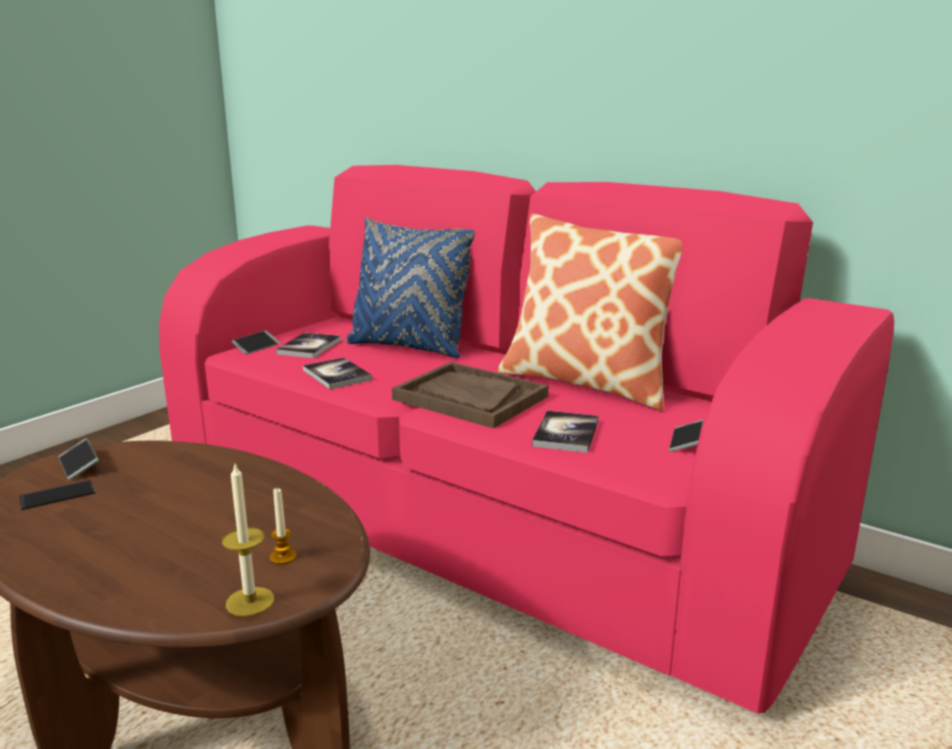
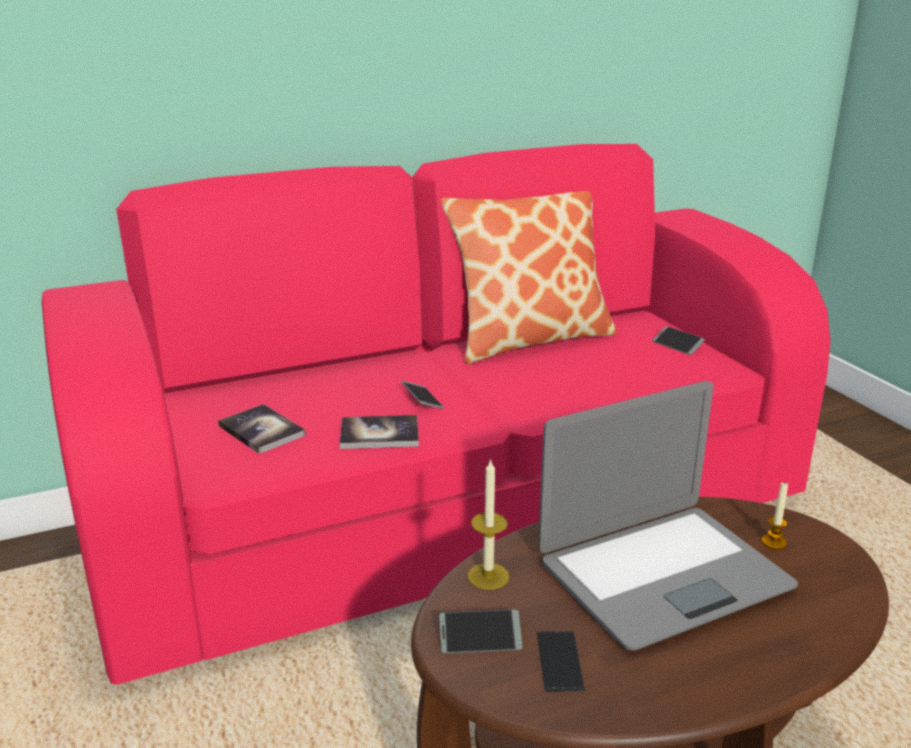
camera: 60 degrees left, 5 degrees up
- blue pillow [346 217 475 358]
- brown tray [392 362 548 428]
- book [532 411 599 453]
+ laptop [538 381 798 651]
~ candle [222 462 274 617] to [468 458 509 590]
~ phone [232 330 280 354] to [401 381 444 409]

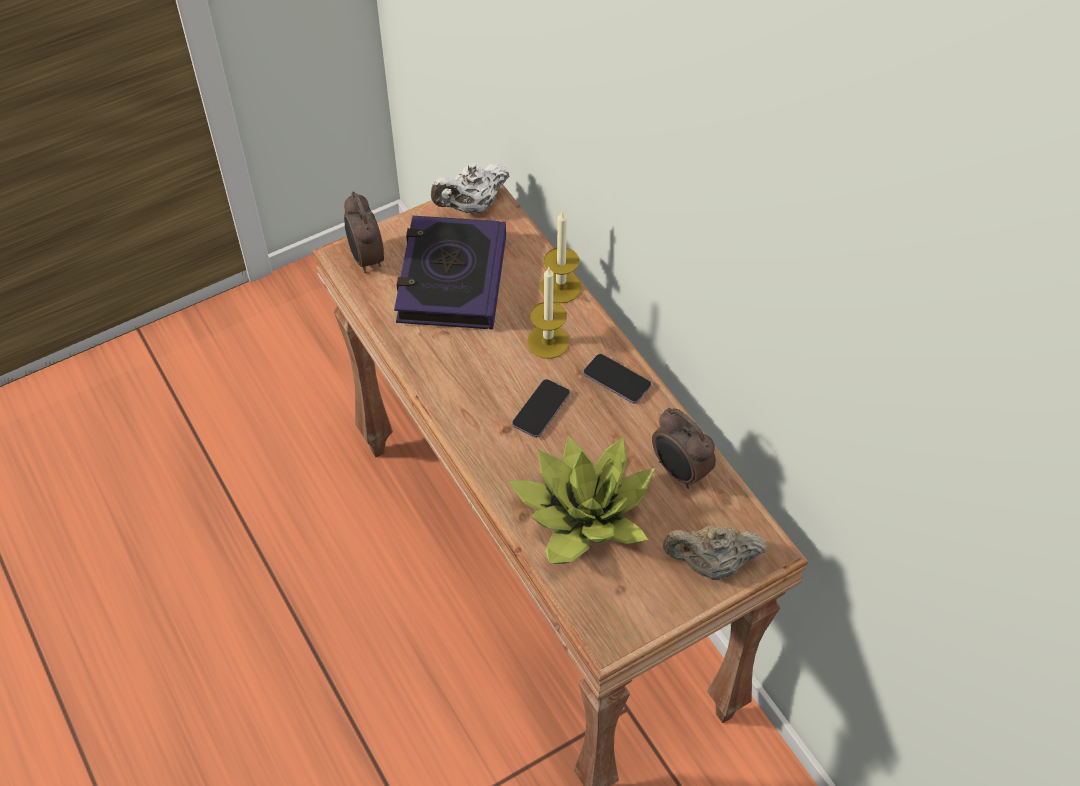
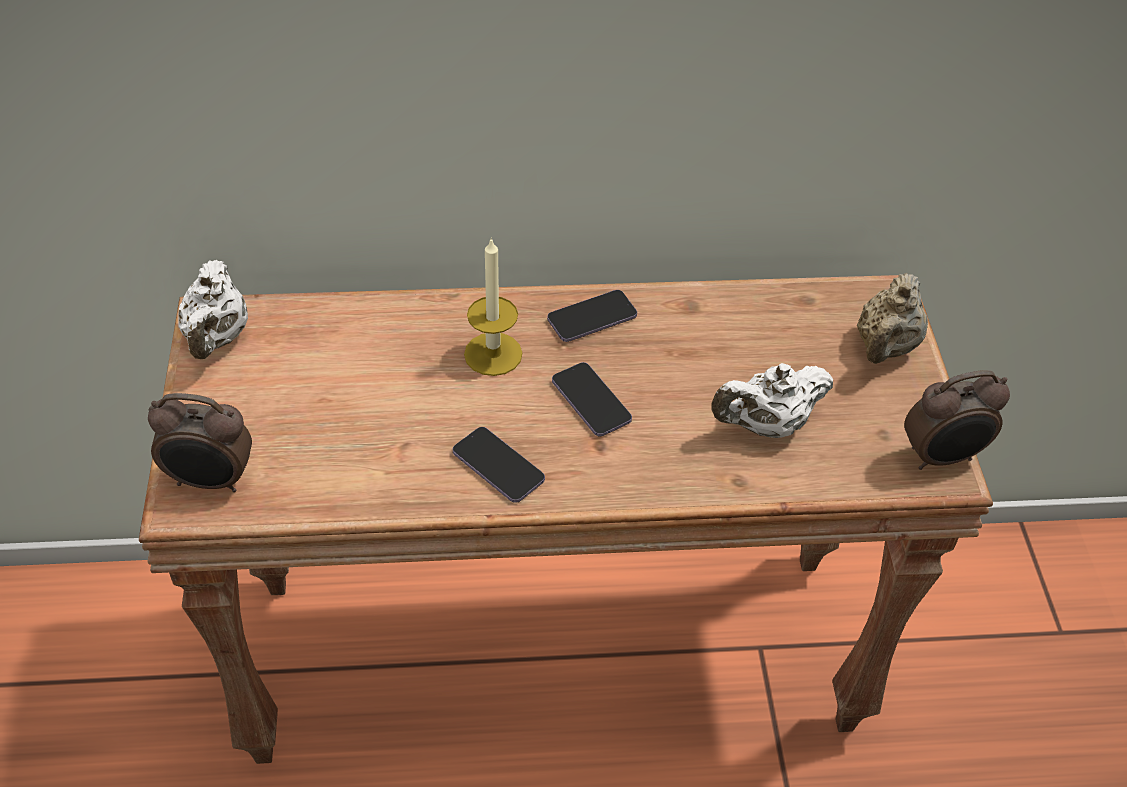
camera: 65 degrees left, 5 degrees down
- book [394 216 506 329]
- candle [540 210 582 303]
+ phone [453 427 545 503]
~ alarm clock [652 408 716 489] to [904 370 1010 470]
~ potted plant [507 435 655 564] to white teapot [711 363 833 438]

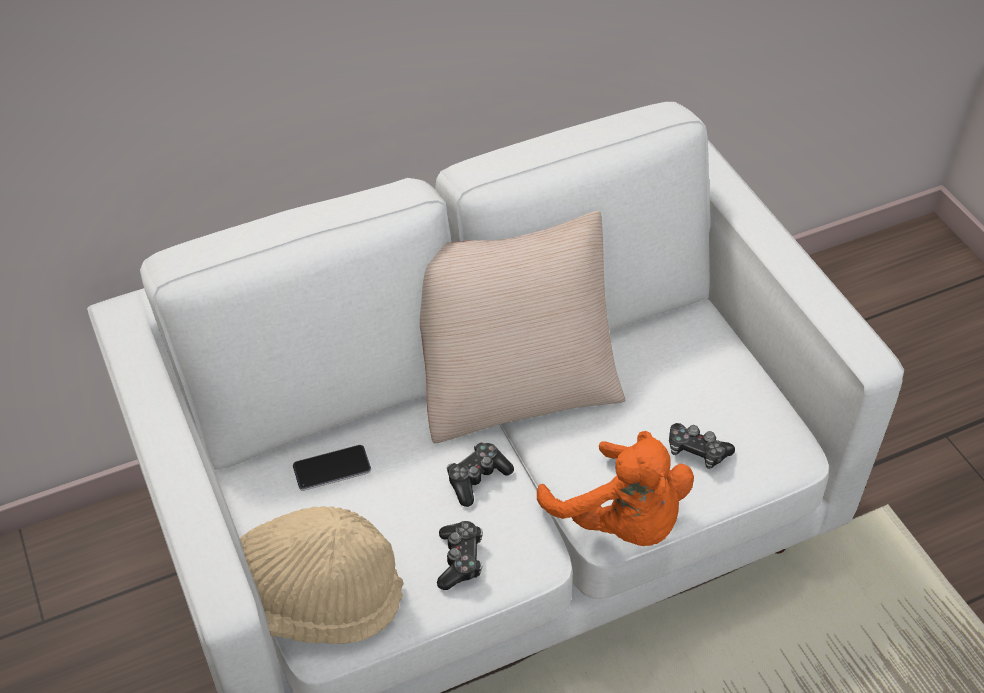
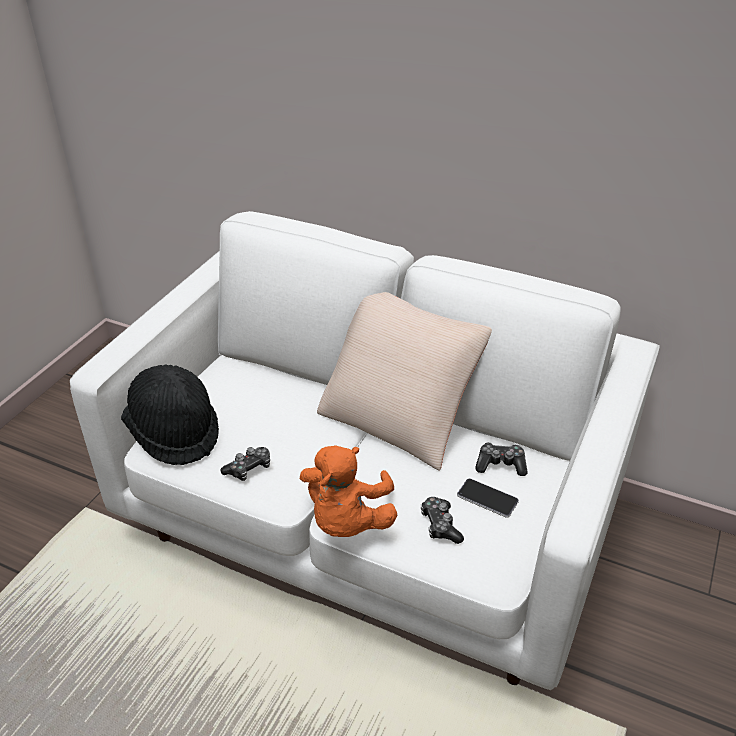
camera: 50 degrees right, 10 degrees down
~ phone [293 445 371 491] to [457 478 519 518]
~ game controller [447 442 514 507] to [475 442 528 476]
~ beige hat [240 506 403 644] to black hat [121 365 219 465]

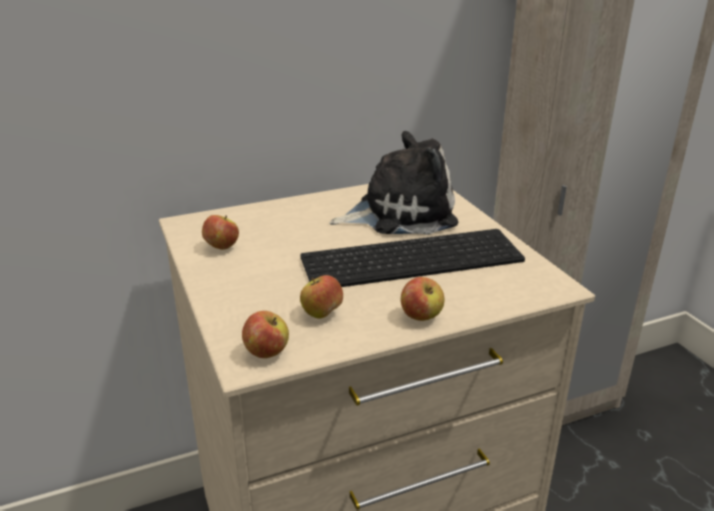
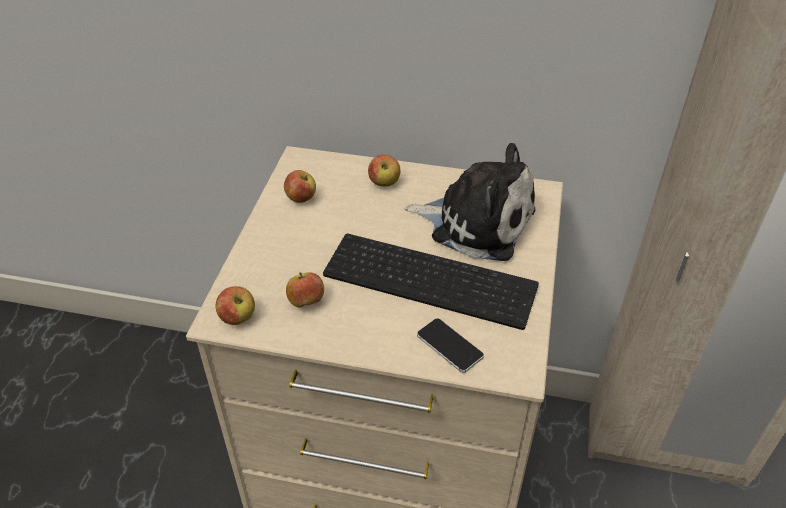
camera: 35 degrees right, 15 degrees up
+ phone [417 319 484 373]
~ apple [401 277 444 321] to [368 154 400 187]

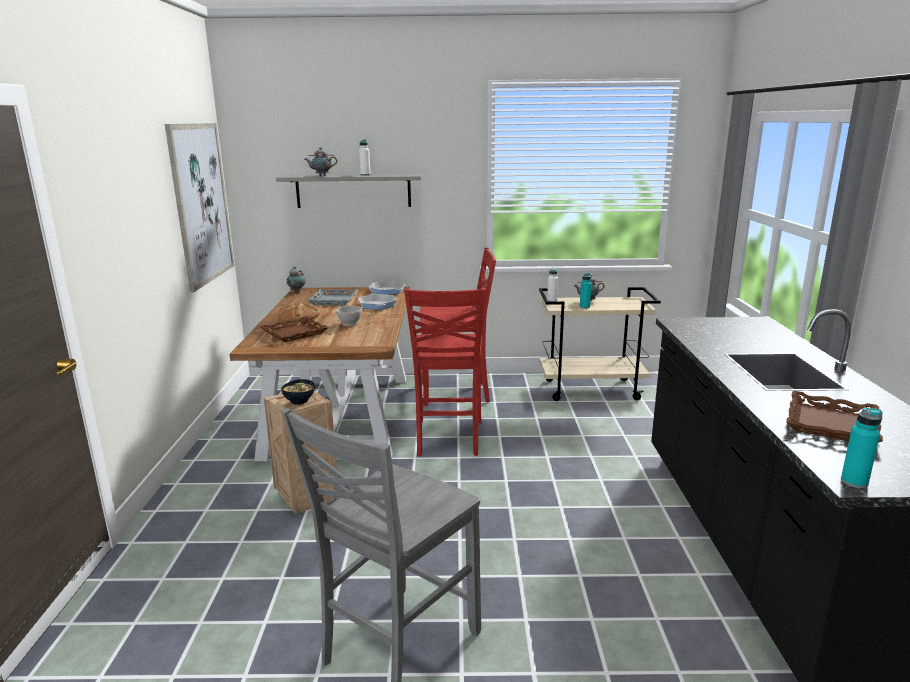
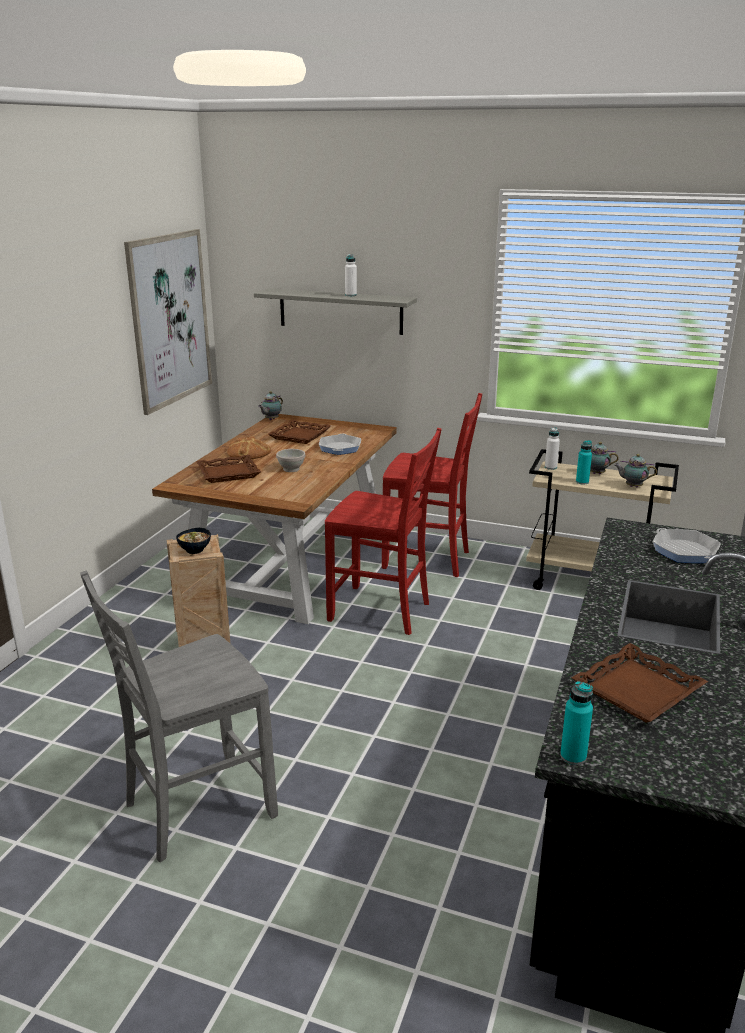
camera: 20 degrees right, 5 degrees up
~ teapot [305 147 337 176] to [615 454 657 487]
~ frying pan [369 281 405 295] to [653 528 721 563]
~ grey tray [308 289 358 305] to brown tray [268 420 331 444]
~ red chair [404 288 486 456] = [325 428 442 635] 90 degrees counterclockwise

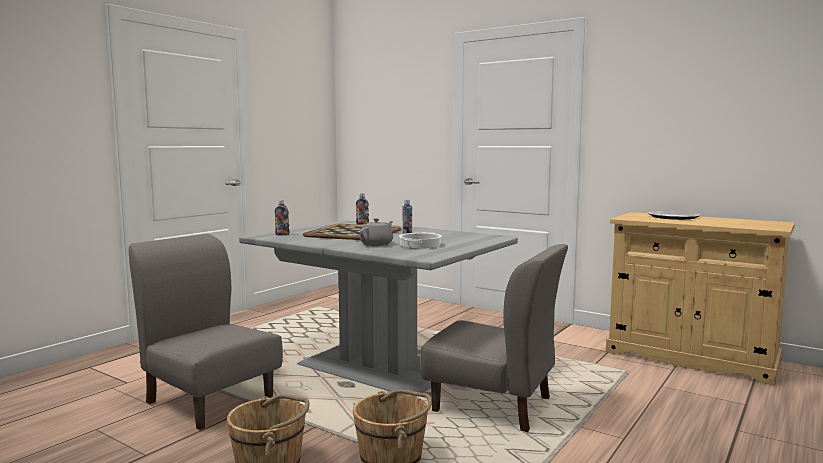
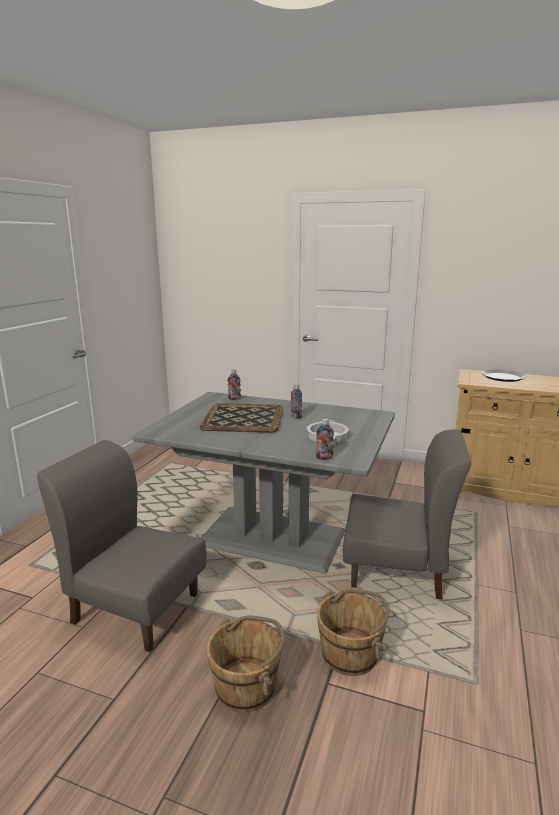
camera: 15 degrees left, 10 degrees up
- grey teapot [359 218 393 246]
~ bottle [275 200 289 236] to [316 418 334 460]

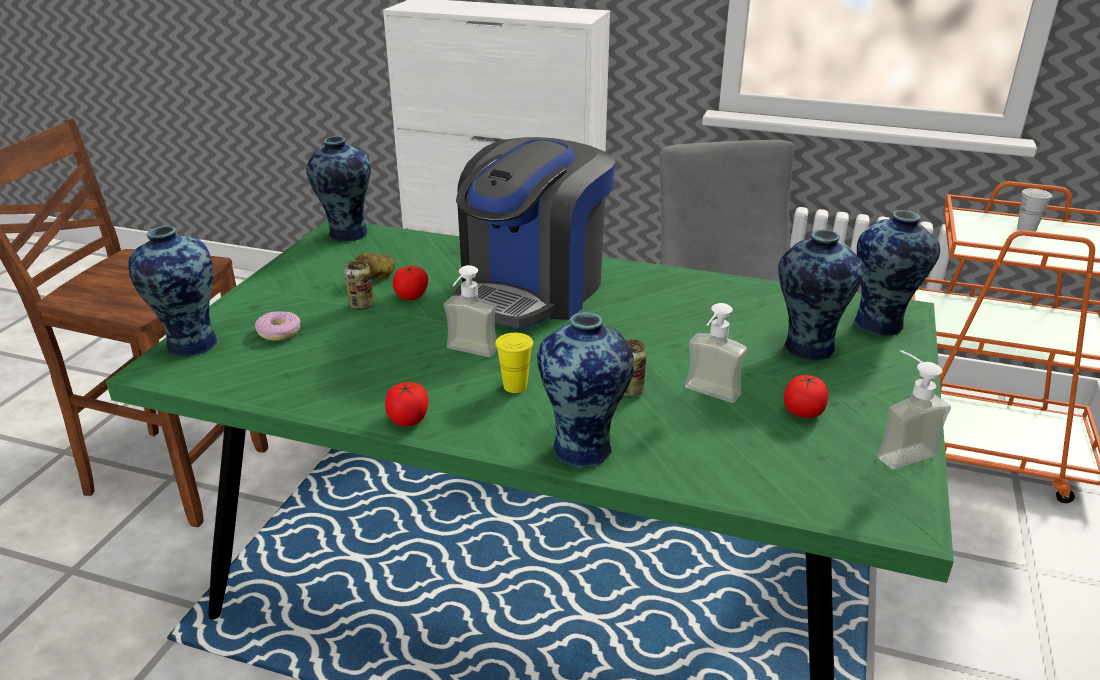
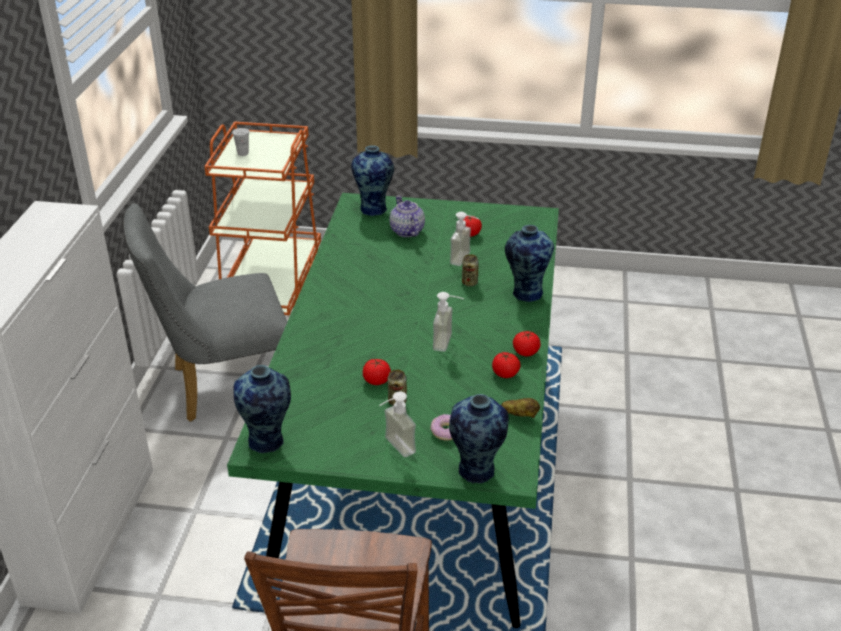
camera: 100 degrees left, 5 degrees up
- coffee machine [453 137 616 329]
- yellow cup [495 333 533 393]
+ tomato [492 352 521 378]
~ potato [355 253 395 279] to [501 398 540 418]
~ soap dispenser [877 350 951 469] to [379 392 416 457]
~ vase [778 230 864 361] to teapot [389 196 425 237]

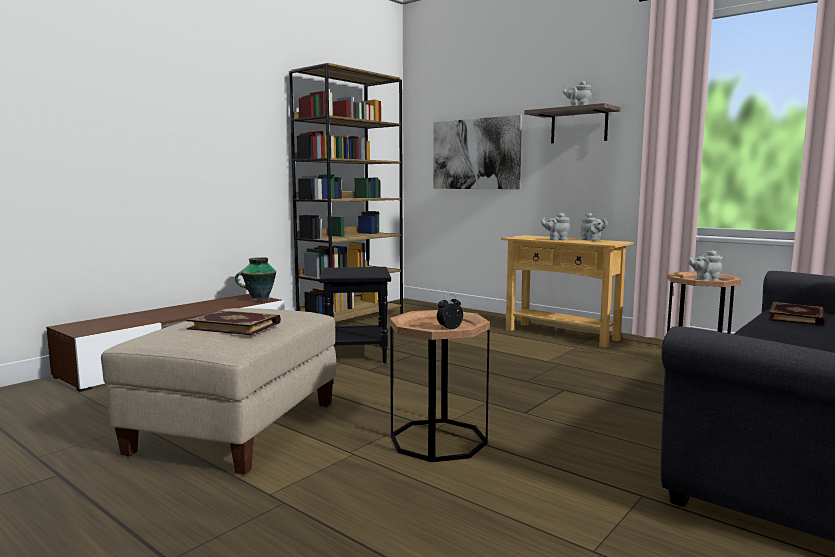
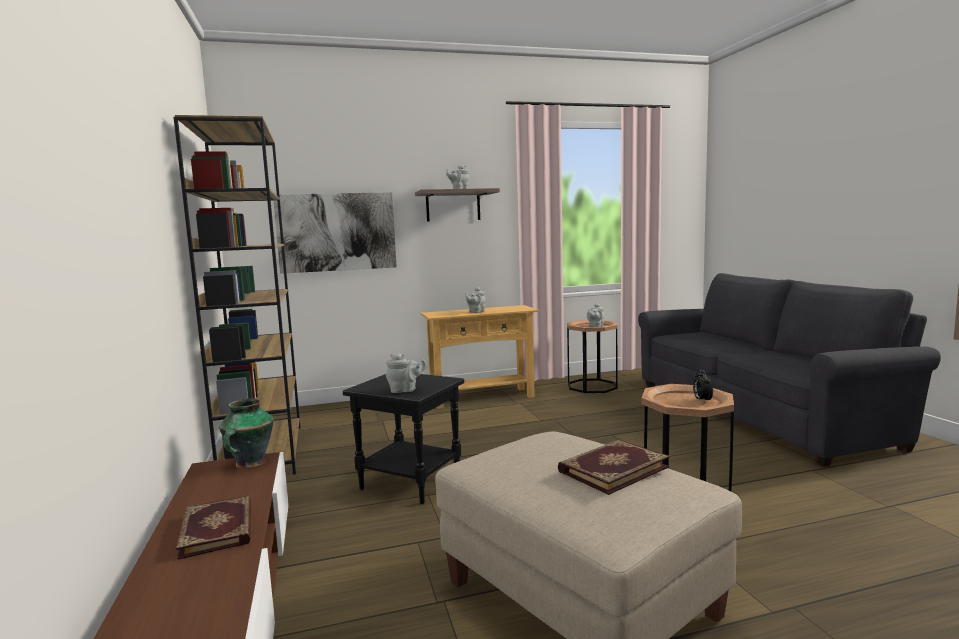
camera: 55 degrees left, 0 degrees up
~ grey teapot [581 213 608 241] to [386 353 427 393]
~ book [768 302 824 326] to [176 496 251 560]

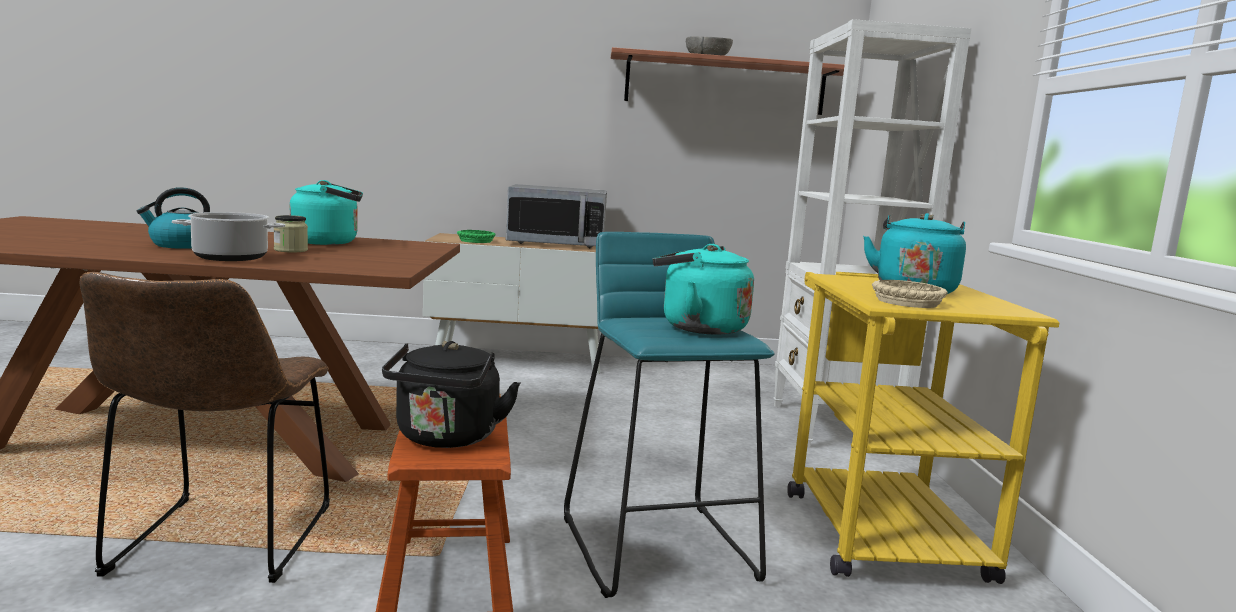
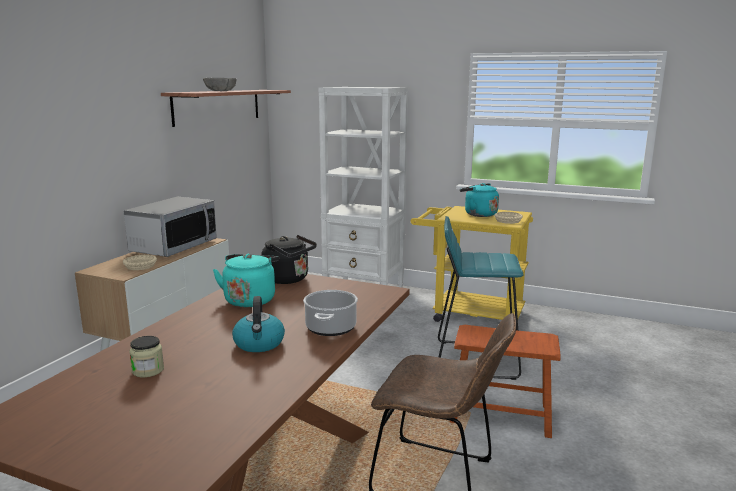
camera: 65 degrees left, 5 degrees up
- turquoise kettle [653 244 754 335]
~ jar [274 215 308 252] to [129 336 164 378]
~ black kettle [382 341 520 448] to [262 235 317 284]
~ green bowl [457 230 496 243] to beige bowl [123 255 157 270]

